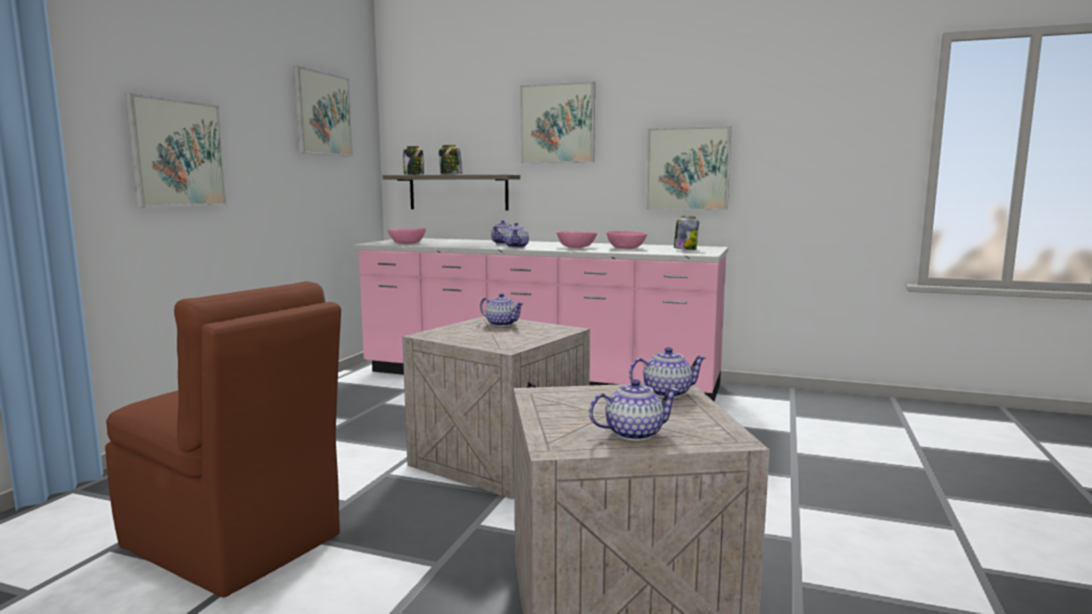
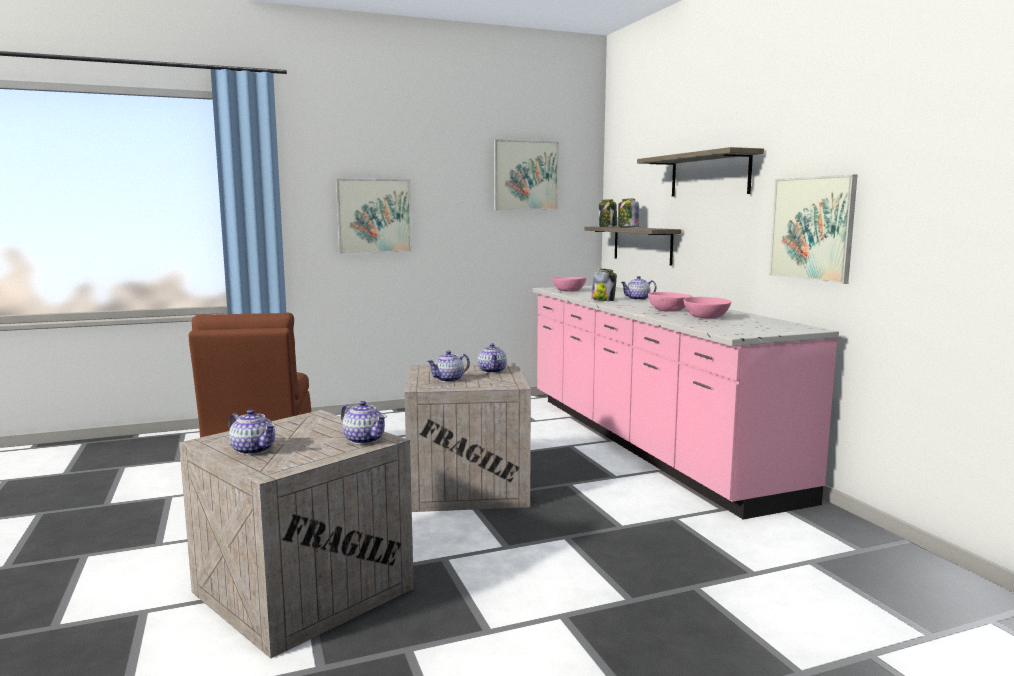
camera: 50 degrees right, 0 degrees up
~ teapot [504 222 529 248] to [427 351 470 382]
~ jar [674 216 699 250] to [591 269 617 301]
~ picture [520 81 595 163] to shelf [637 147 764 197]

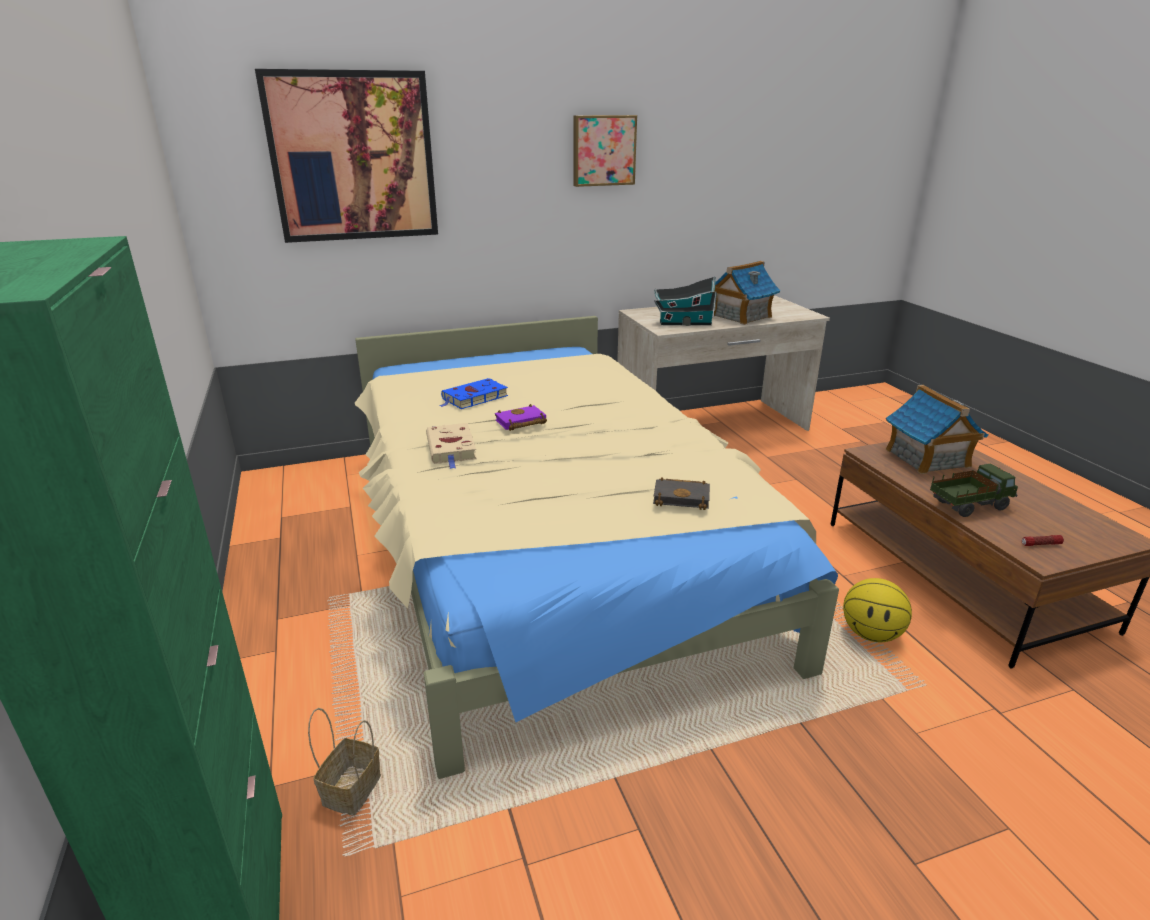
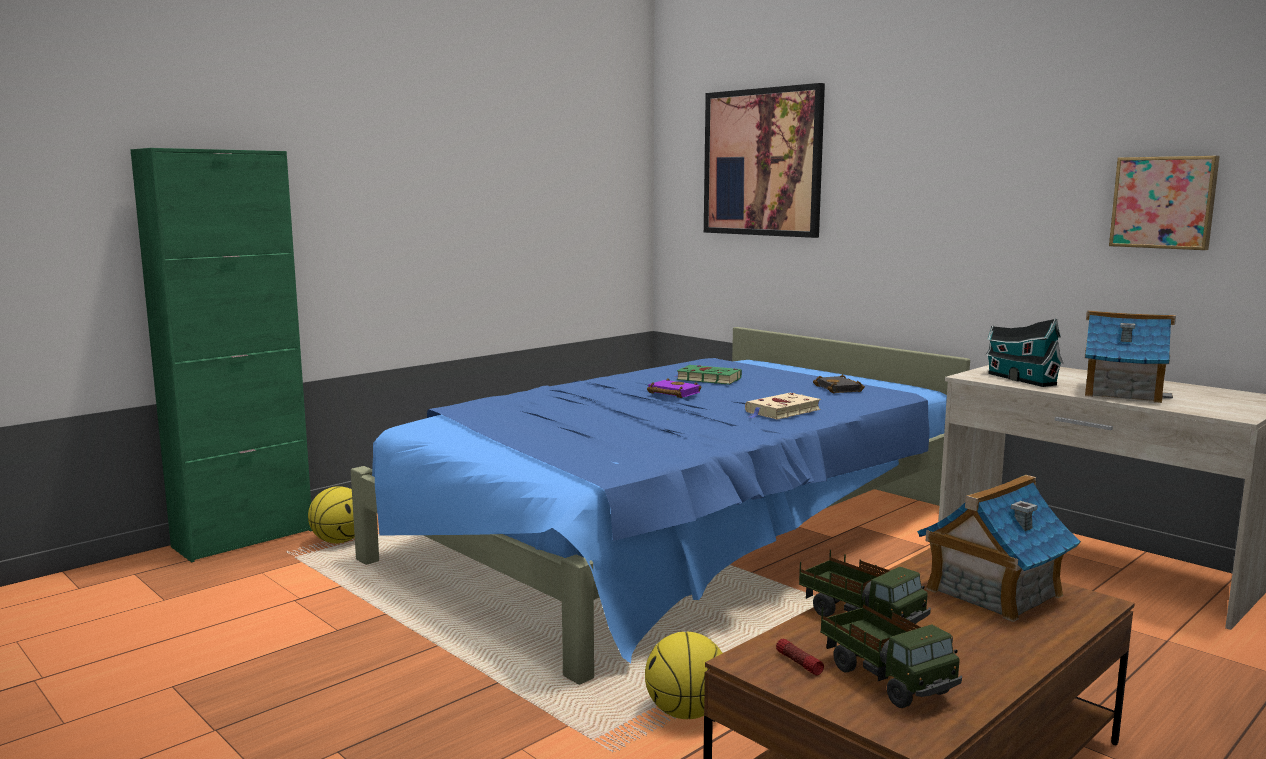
camera: 65 degrees right, 15 degrees down
+ toy truck [820 596 962 708]
~ beige book [426 423 477 469] to [745 393 821 420]
~ picture [573 115 637 187] to [1109 156 1220 250]
~ black book [653 477 710 510] to [813 375 865 393]
~ basket [308 708 381 816] to basketball [308 486 355 543]
~ beige bed [355 316 839 779] to blue bed [351 327 970 685]
~ blue book [439 378 508 409] to green book [675 365 742 385]

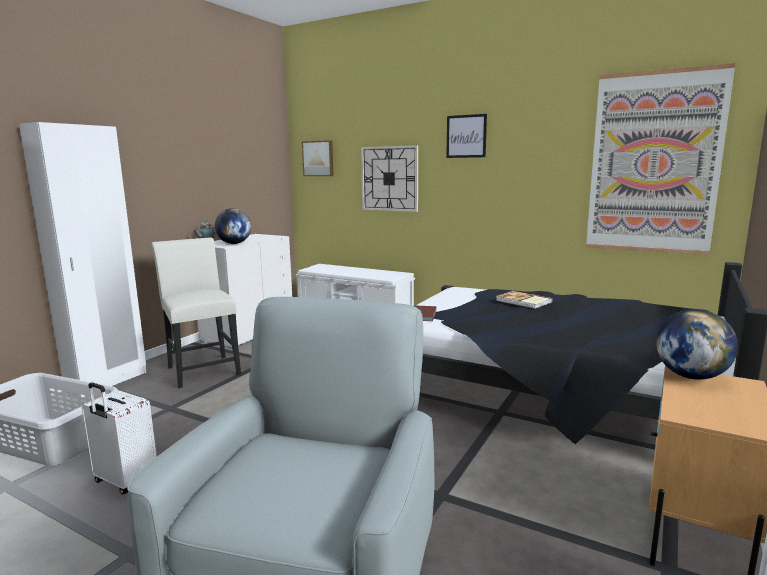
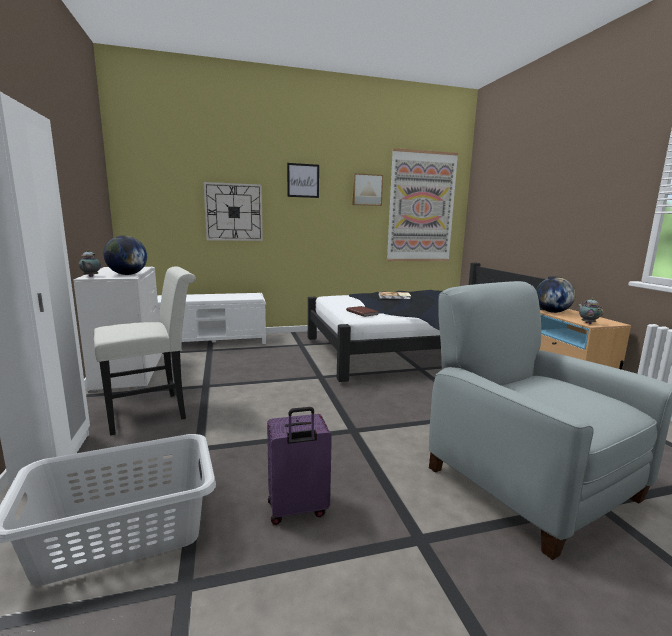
camera: 45 degrees left, 0 degrees up
+ teapot [578 298 604 324]
~ picture [302 140 334 176] to [352 173 383 206]
~ white suitcase [82 382 157 495] to purple suitcase [267 407 332 525]
~ white chair [151 237 241 388] = [93 266 196 435] 135 degrees clockwise

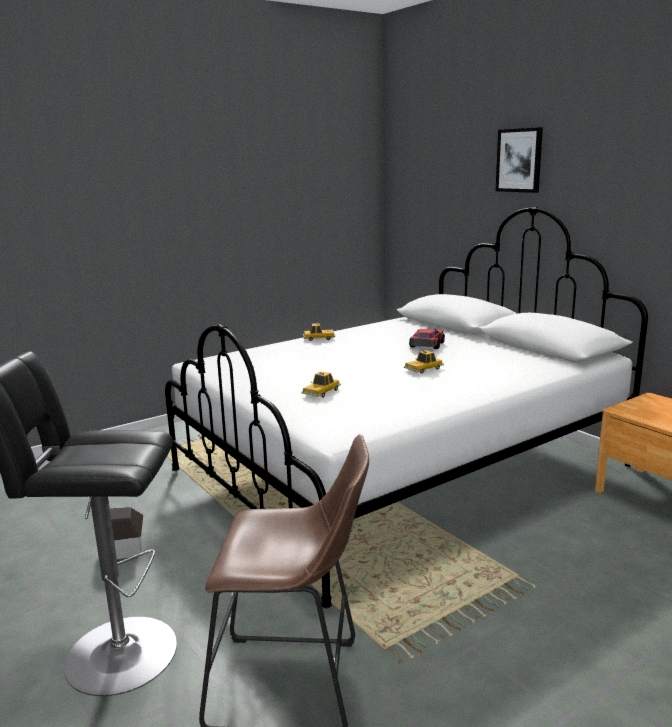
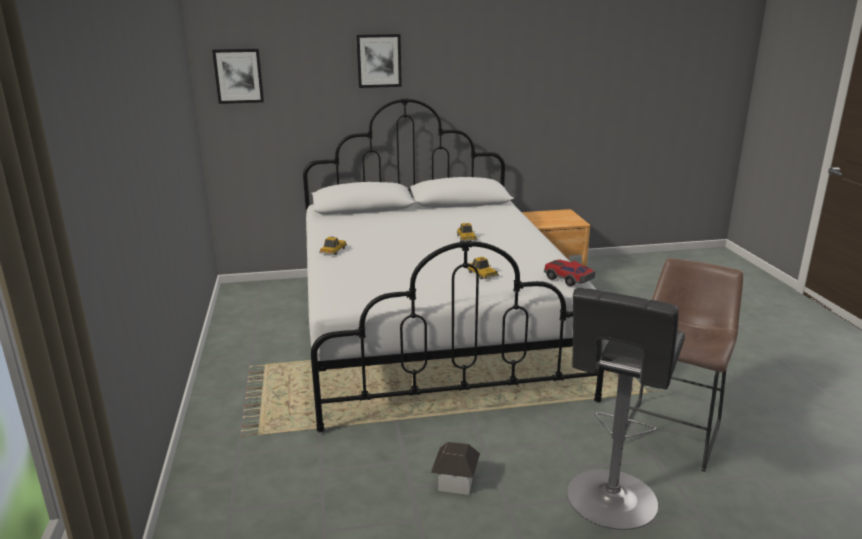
camera: 65 degrees left, 5 degrees up
+ picture [212 49 264 104]
~ toy car [409 328 445 349] to [544 259 595 286]

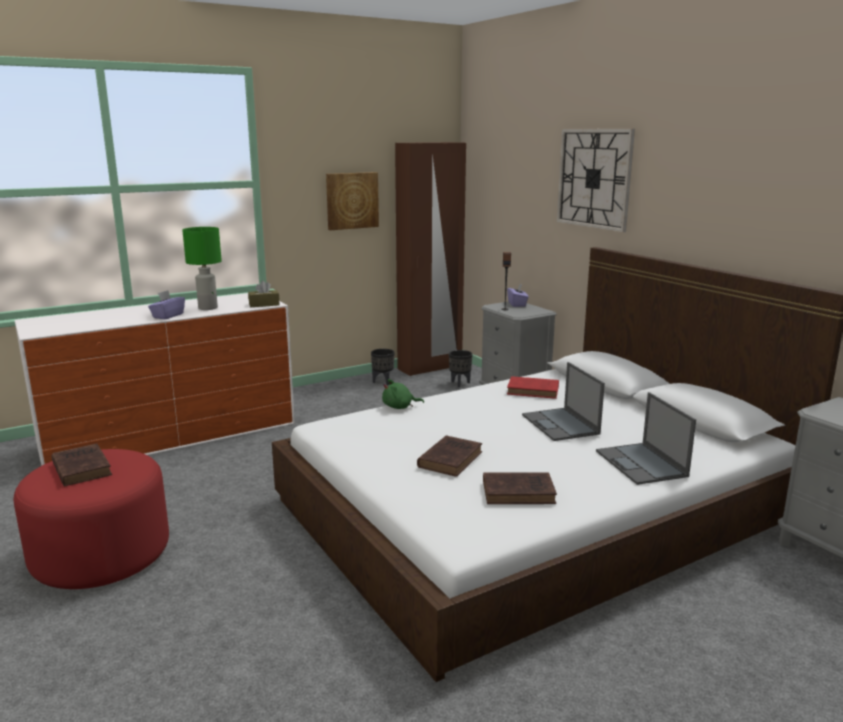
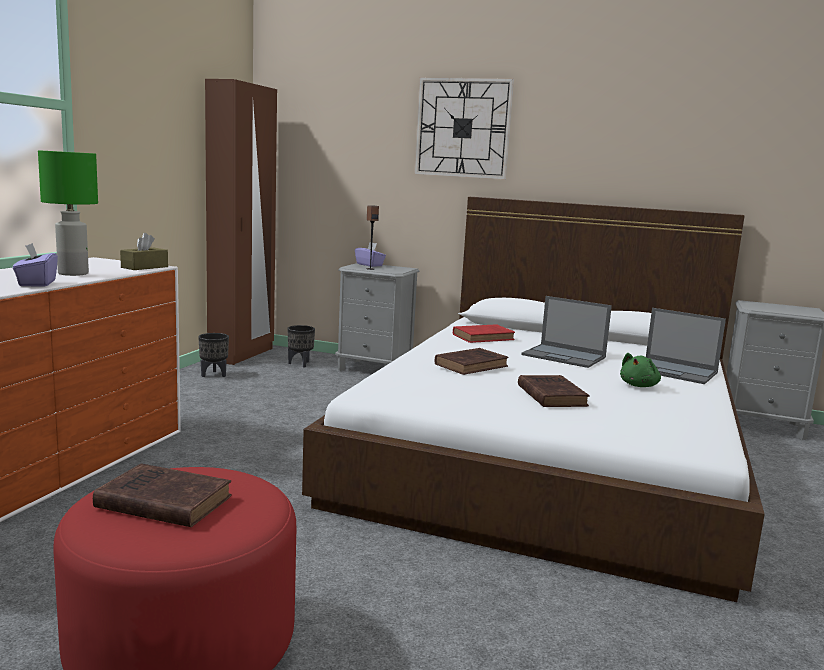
camera: 40 degrees left, 5 degrees down
- picture [326 172 379 230]
~ green plush toy [382 379 424 409] to [620 353 661 387]
~ brown book [483 472 557 504] to [435 348 509 375]

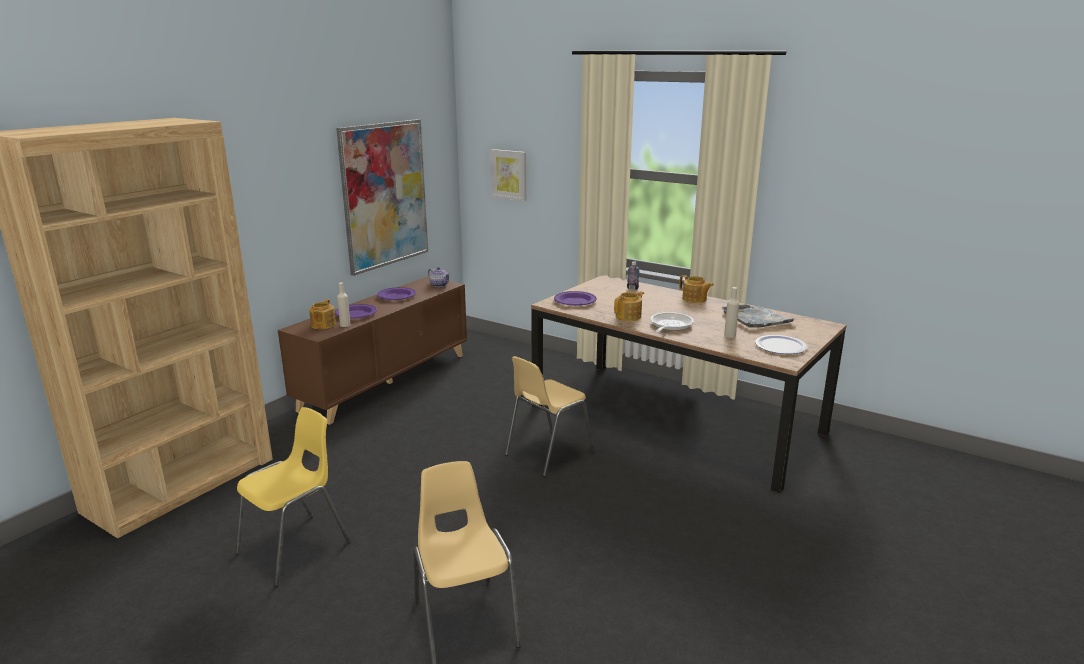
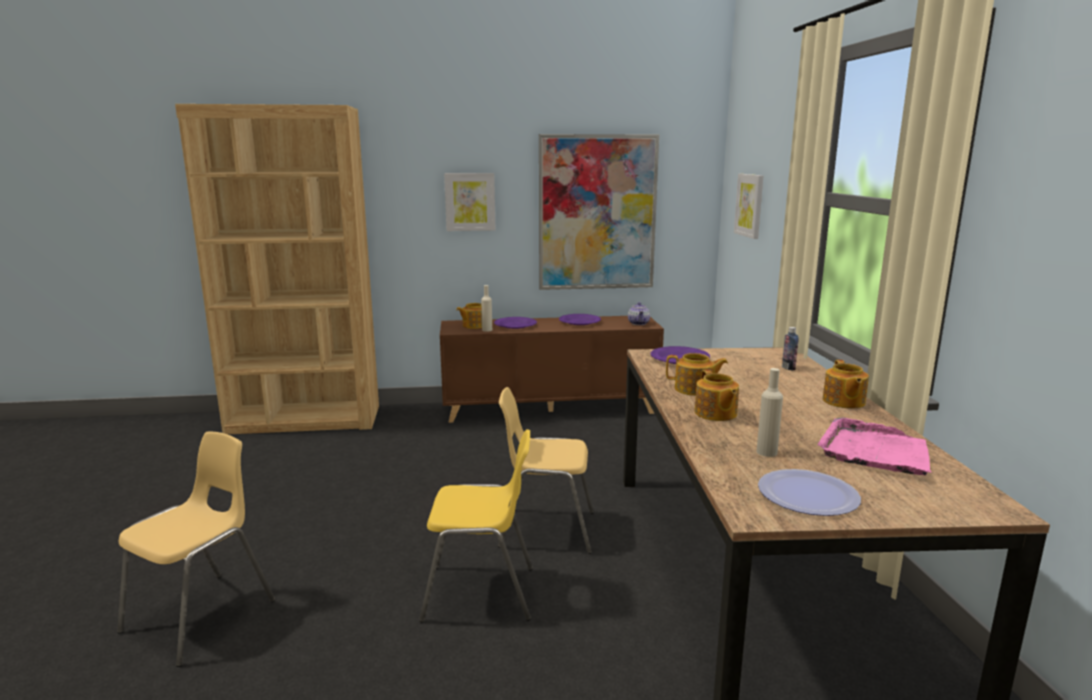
camera: 50 degrees right, 5 degrees down
+ picture [444 173 495 231]
~ yellow chair [236 407 350 586] to [419 429 533 622]
~ frying pan [651 312 693 333] to teapot [695 369 739 421]
~ grey tray [722 304 794 328] to pink tray [817 418 931 475]

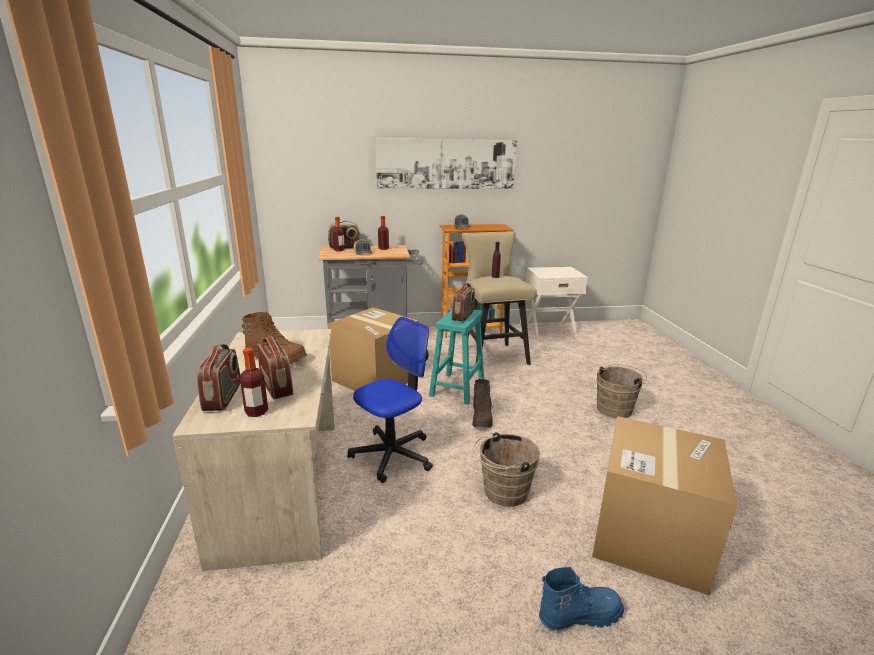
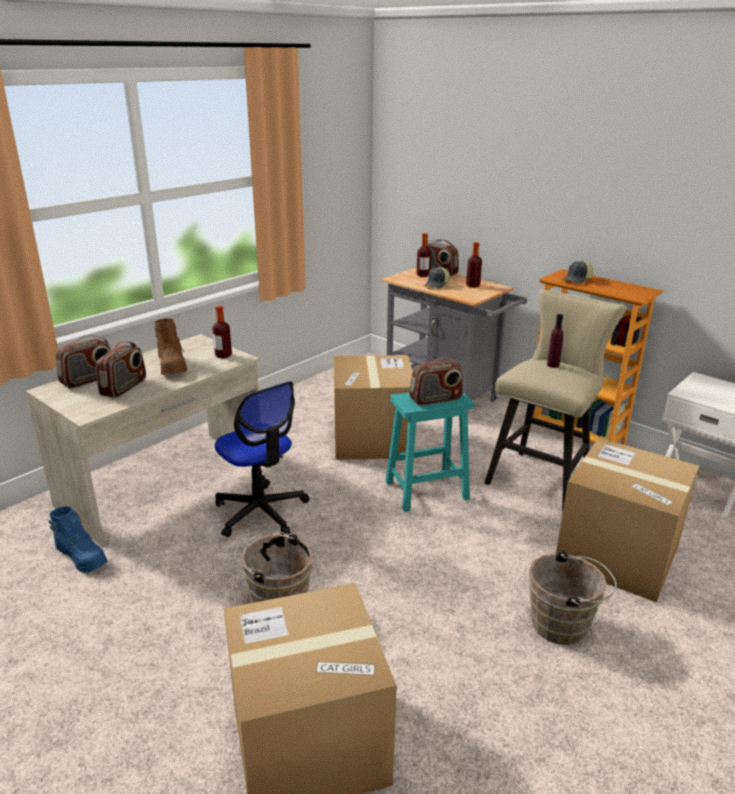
camera: 50 degrees right, 5 degrees up
- picture [375 138 517 189]
- brown boot [472 379 493 428]
+ cardboard box [556 438 699 603]
~ bottle [240 348 268 417] to [212 306 232 358]
~ blue boot [539 567 624 631] to [48 506 107 573]
~ office chair [347 316 433 483] = [215 381 309 537] 45 degrees clockwise

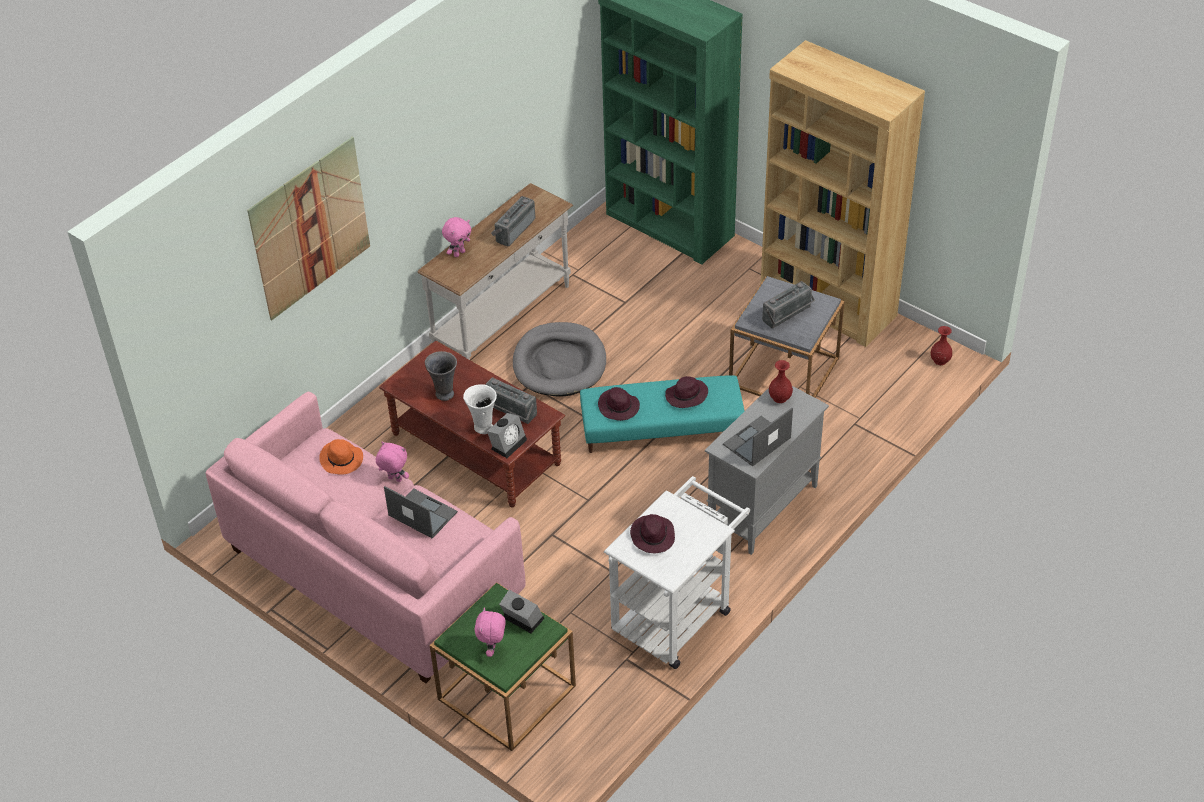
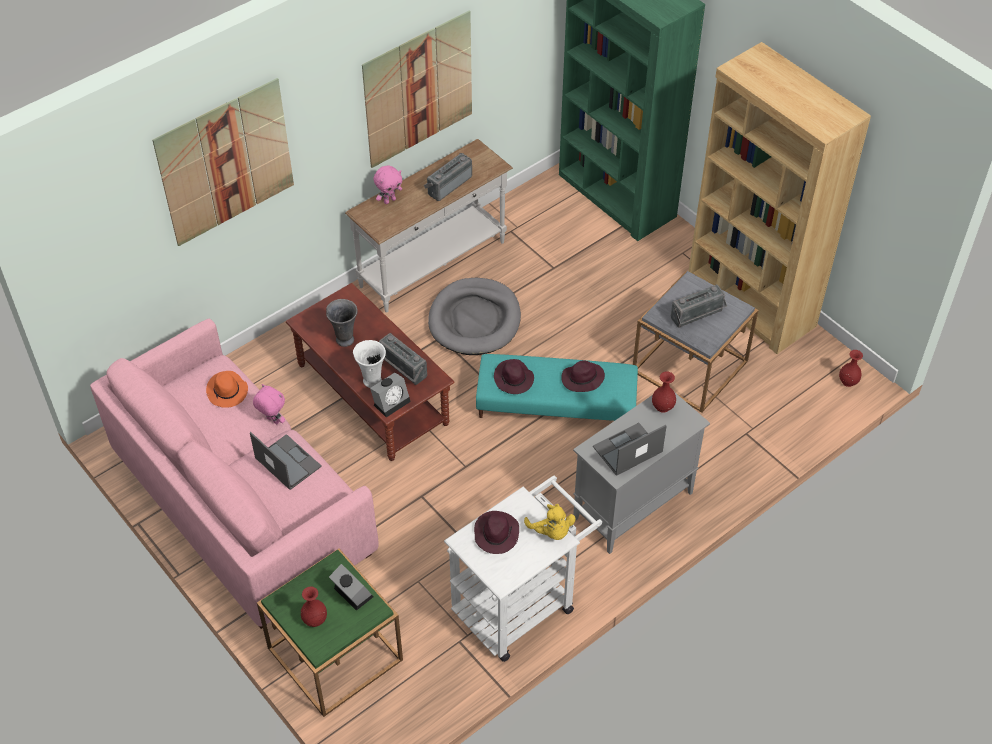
camera: 10 degrees right, 5 degrees up
+ picture [362 10 472 168]
+ yellow plush toy [524 504 576 540]
~ pink plush toy [474 608 506 657] to red vase [301 587 327 627]

